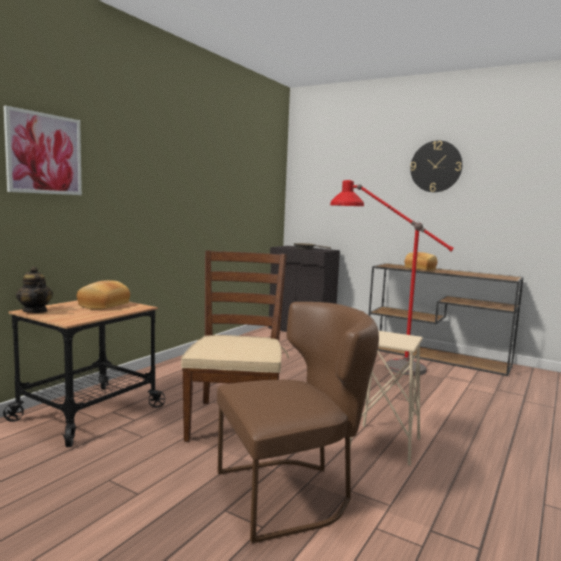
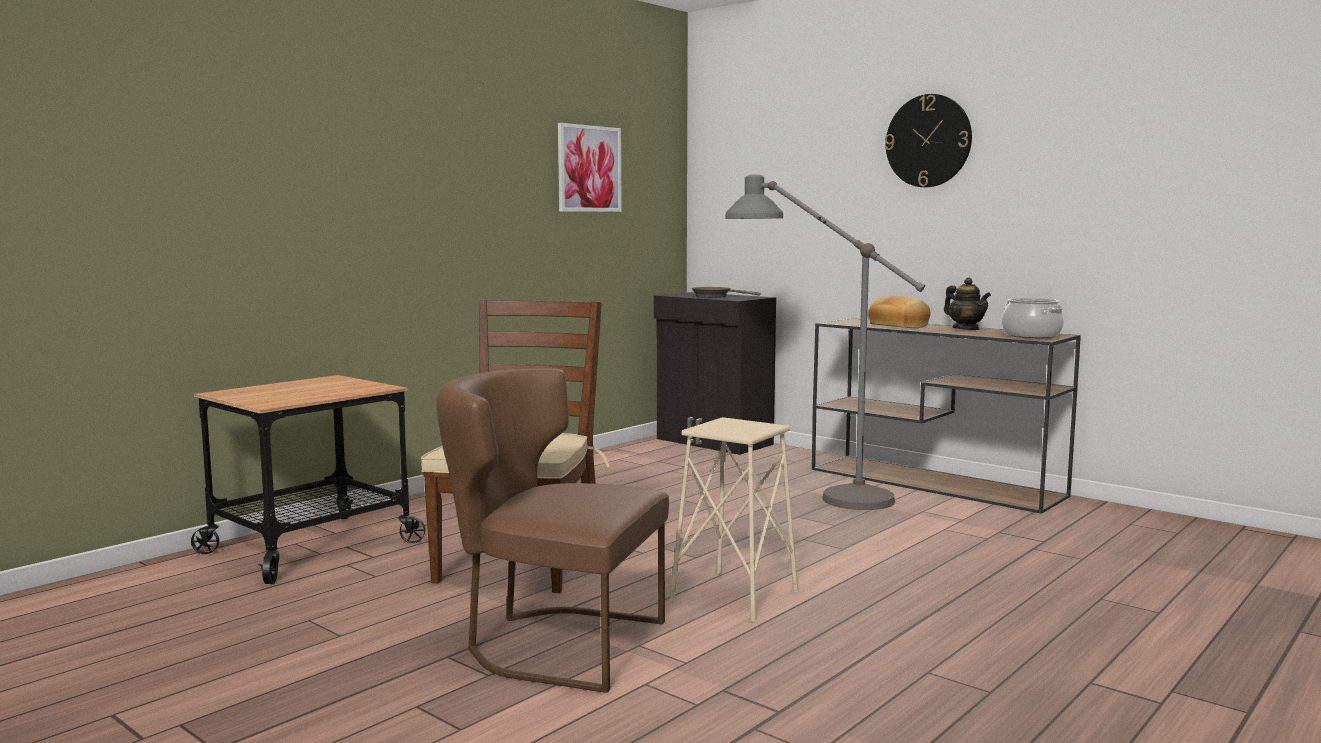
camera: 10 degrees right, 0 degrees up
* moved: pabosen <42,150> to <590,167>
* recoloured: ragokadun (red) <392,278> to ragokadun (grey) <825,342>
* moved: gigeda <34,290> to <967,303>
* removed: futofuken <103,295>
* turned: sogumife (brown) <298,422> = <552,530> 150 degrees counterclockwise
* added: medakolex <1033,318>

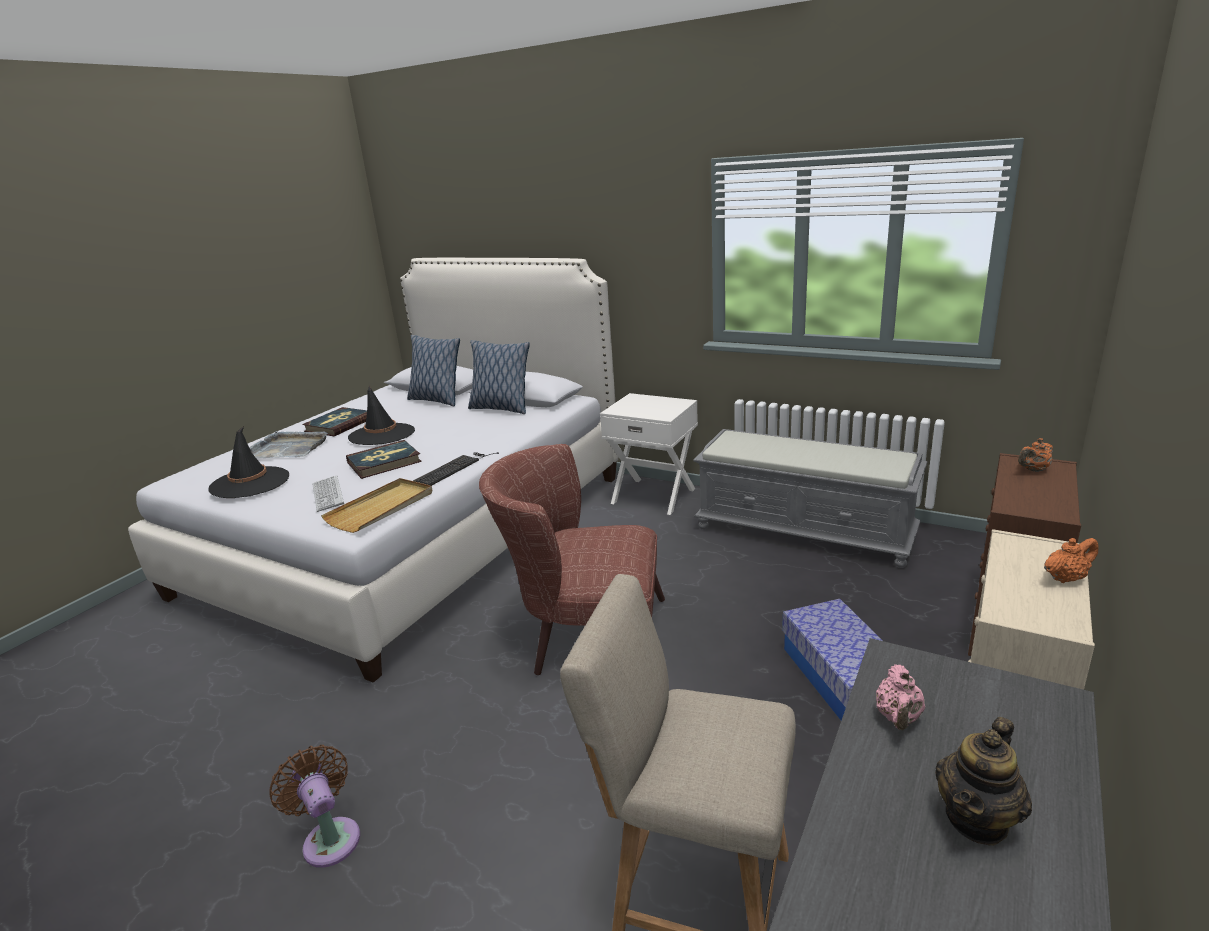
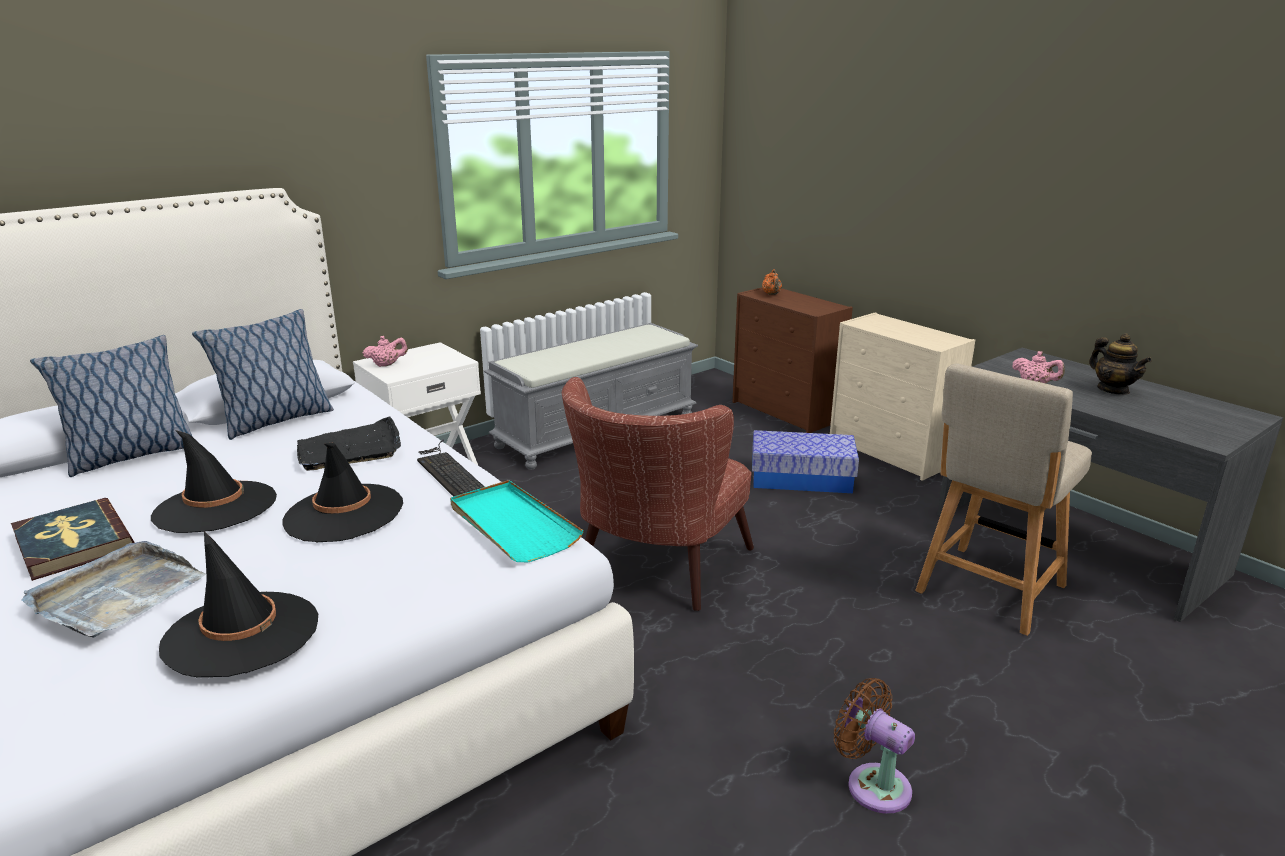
camera: 70 degrees left, 0 degrees up
* replaced: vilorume <384,459> to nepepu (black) <342,492>
* removed: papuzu <328,493>
* recoloured: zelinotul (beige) <376,505> to zelinotul (turquoise) <517,521>
* removed: gigeda (orange) <1071,560>
* turned: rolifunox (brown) <315,806> = <874,746> 60 degrees clockwise
* added: gigeda (pink) <385,351>
* added: zelinotul (black) <349,443>

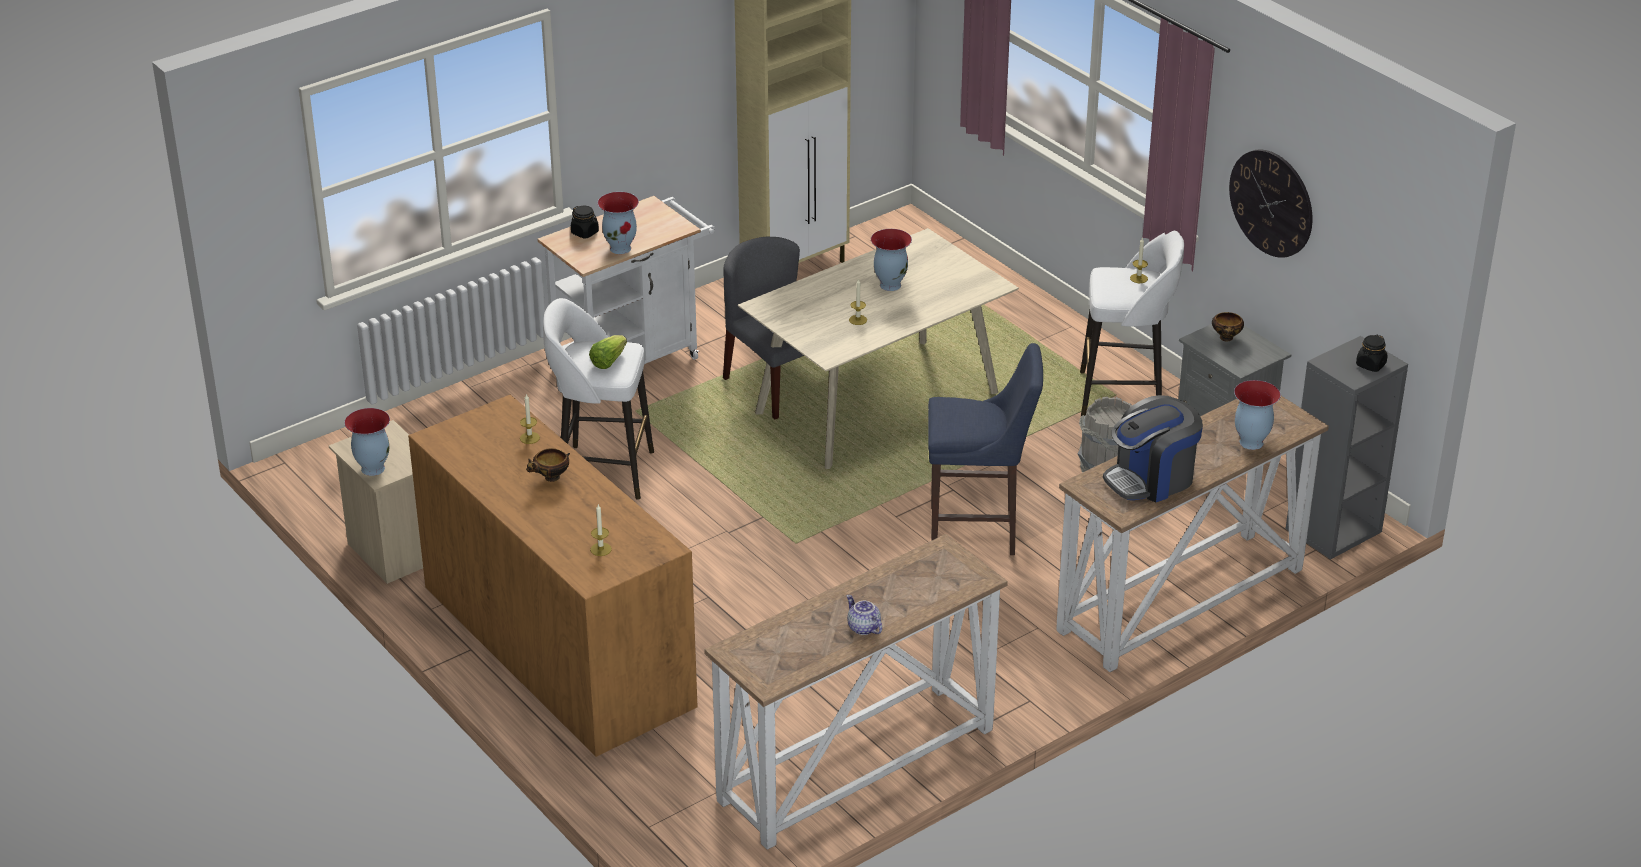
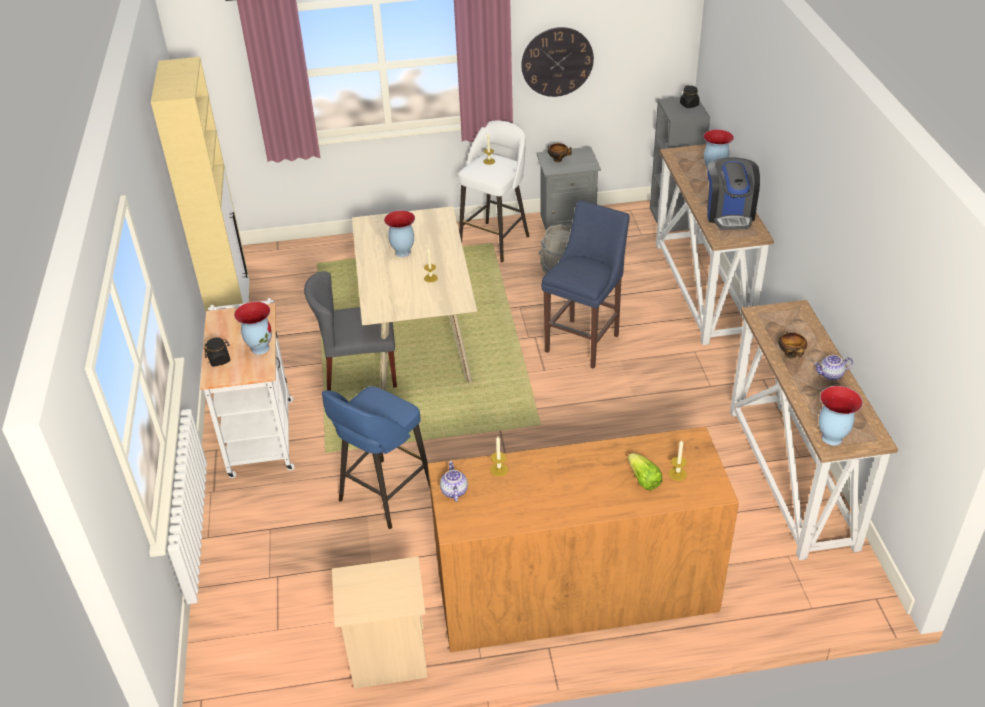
camera: 60 degrees left, 5 degrees up
* recoloured: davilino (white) <598,399> to davilino (blue) <376,457>
* moved: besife <608,352> to <644,471>
* moved: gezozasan <367,442> to <841,415>
* moved: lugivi <548,465> to <792,345>
* added: gigeda <454,481>

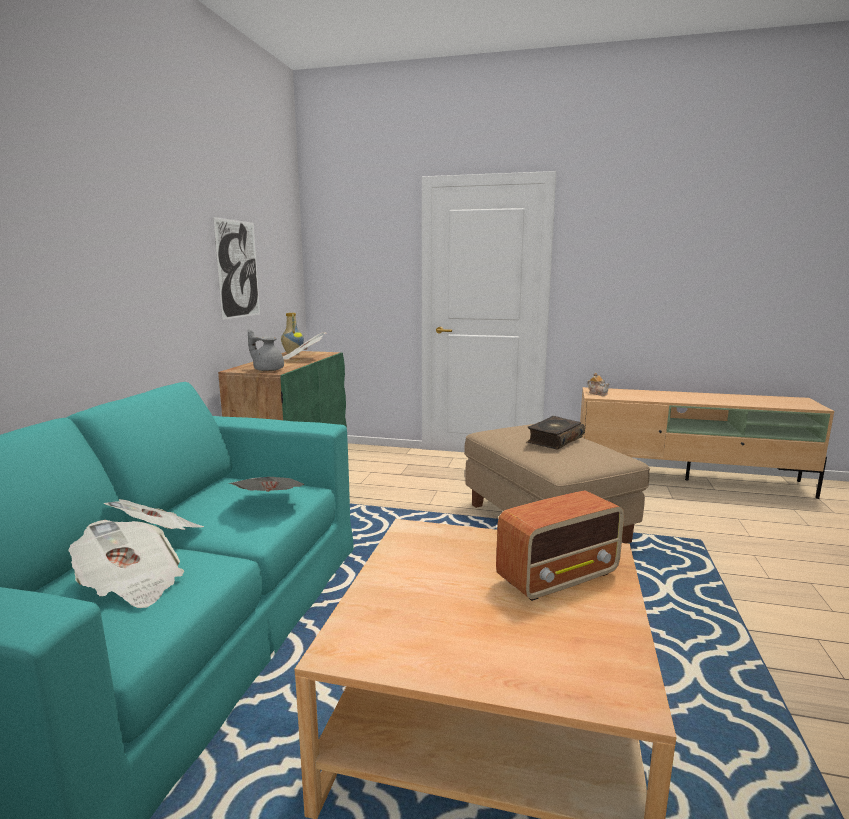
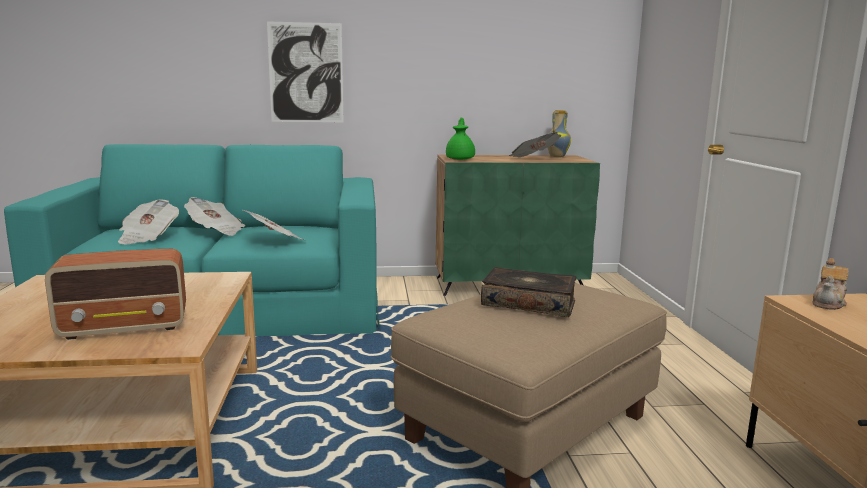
camera: 70 degrees right, 0 degrees up
* moved: pabosen <236,268> to <305,71>
* recoloured: gigeda (grey) <266,350> to gigeda (green) <460,139>
* turned: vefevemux <560,545> = <115,294> 60 degrees counterclockwise

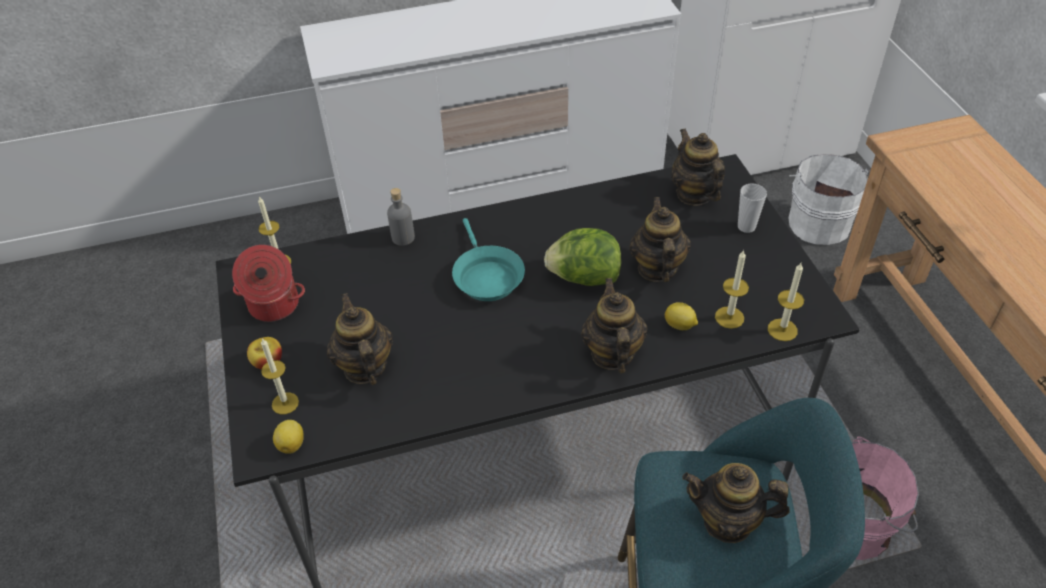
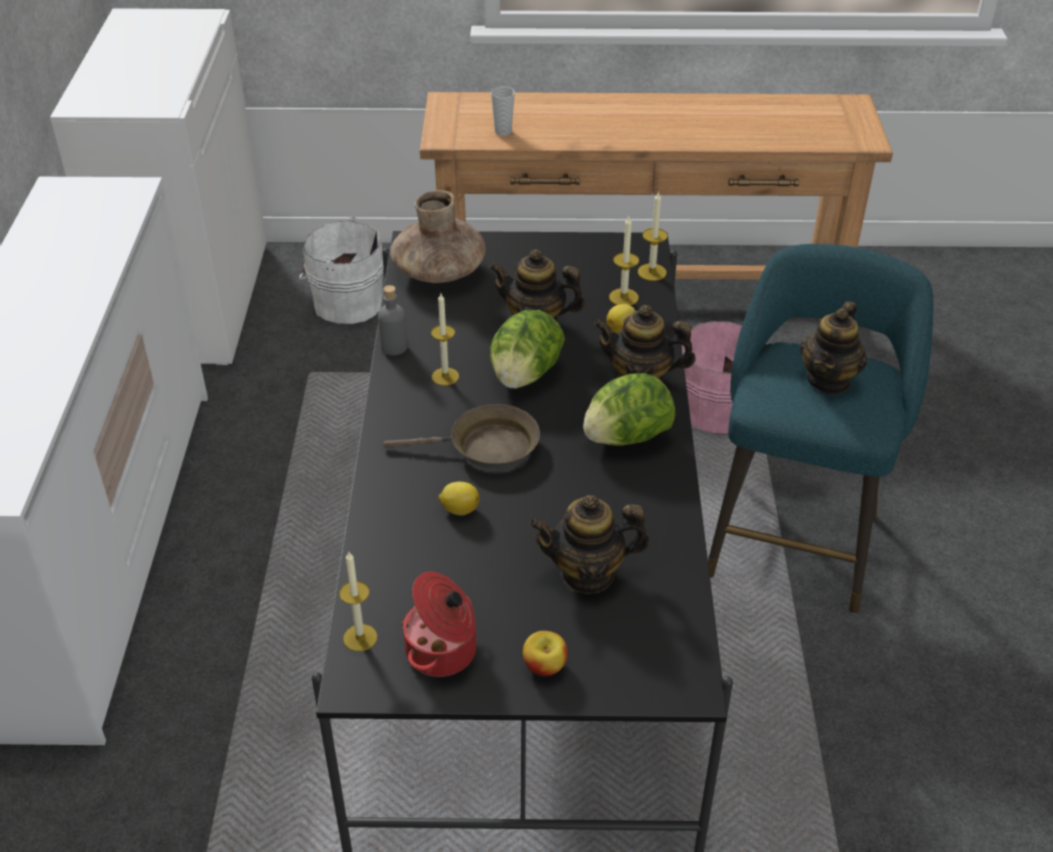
camera: 75 degrees left, 5 degrees down
* replaced: gigeda <698,167> to gezozasan (brown) <437,236>
* moved: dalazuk <752,208> to <503,111>
* moved: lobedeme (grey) <401,217> to <393,320>
* recoloured: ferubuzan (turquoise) <488,259> to ferubuzan (brown) <462,437>
* moved: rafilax <280,376> to <445,340>
* moved: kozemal <288,437> to <459,498>
* added: besife <629,409>

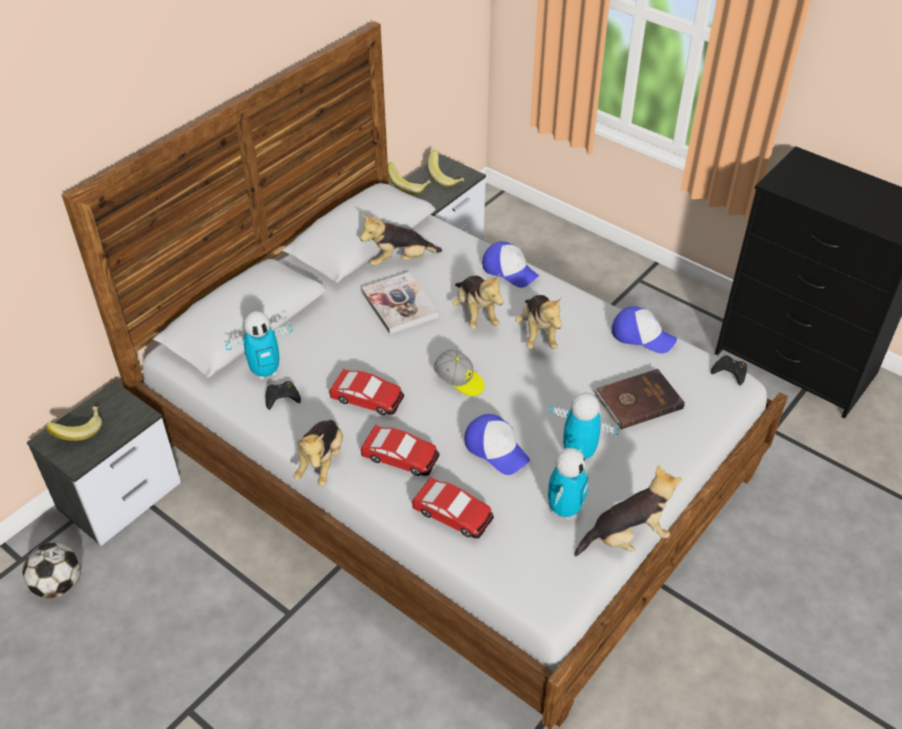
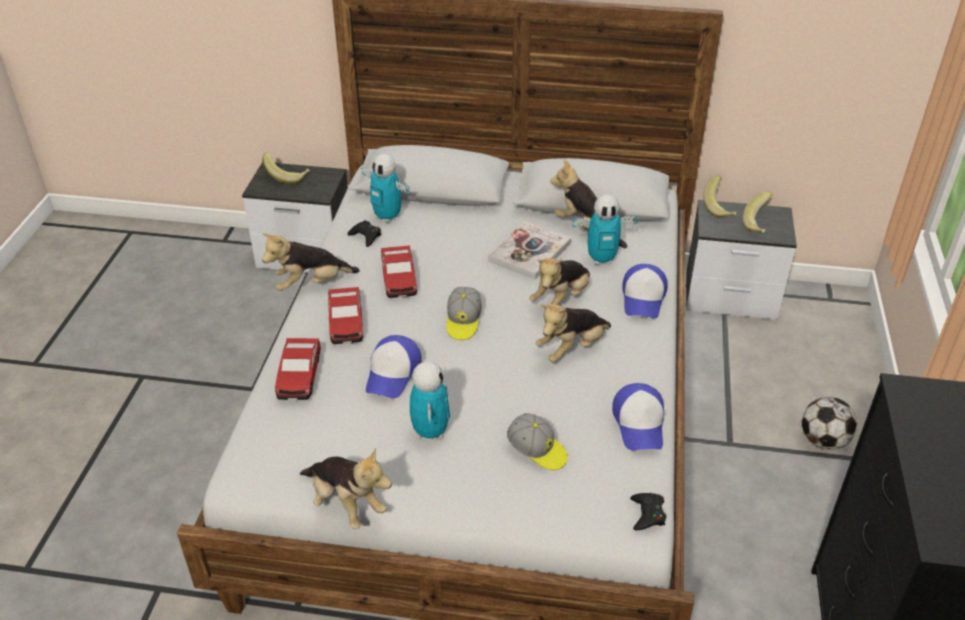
camera: 60 degrees right, 5 degrees down
* replaced: vilorume (brown) <639,399> to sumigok <537,441>
* moved: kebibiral <568,483> to <605,230>
* moved: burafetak <51,570> to <829,423>

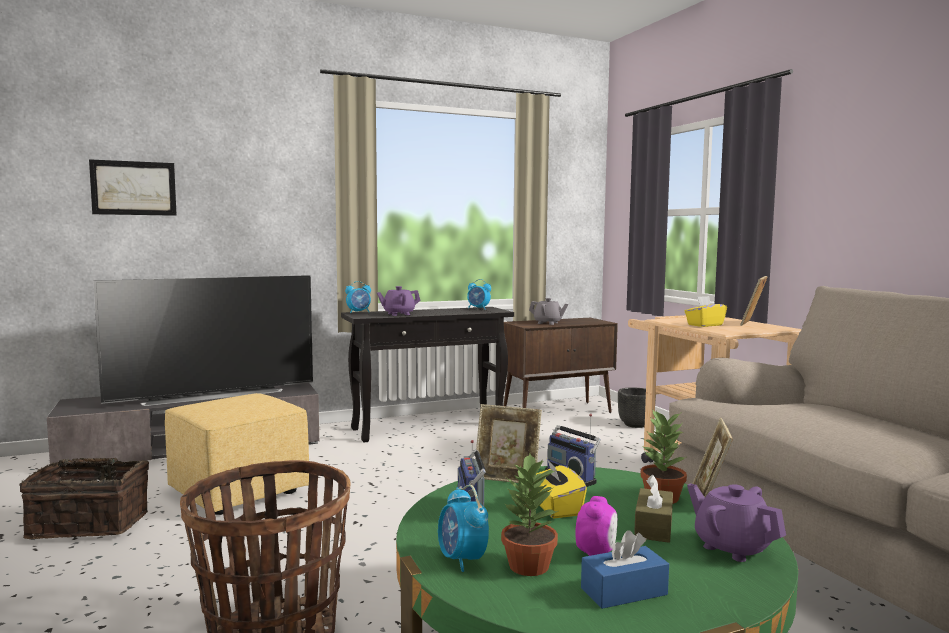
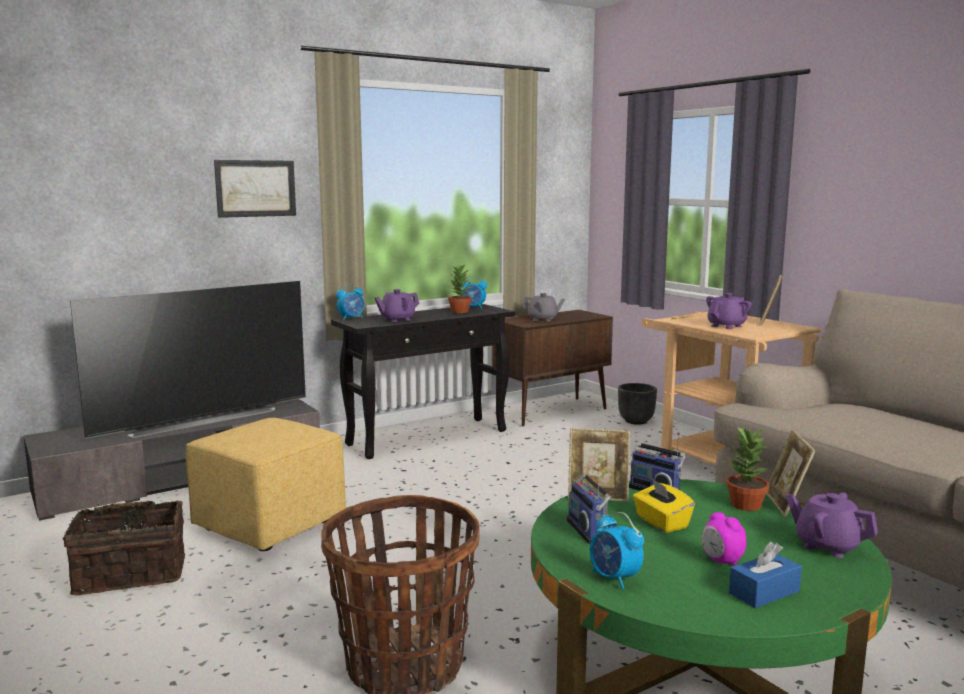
camera: 10 degrees left, 5 degrees up
* moved: pabosen <133,187> to <255,189>
* replaced: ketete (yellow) <705,311> to gigeda (purple) <729,311>
* moved: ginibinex <529,515> to <460,288>
* removed: ketete (brown) <653,509>
* turned: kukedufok <596,526> = <724,539> 135 degrees clockwise

